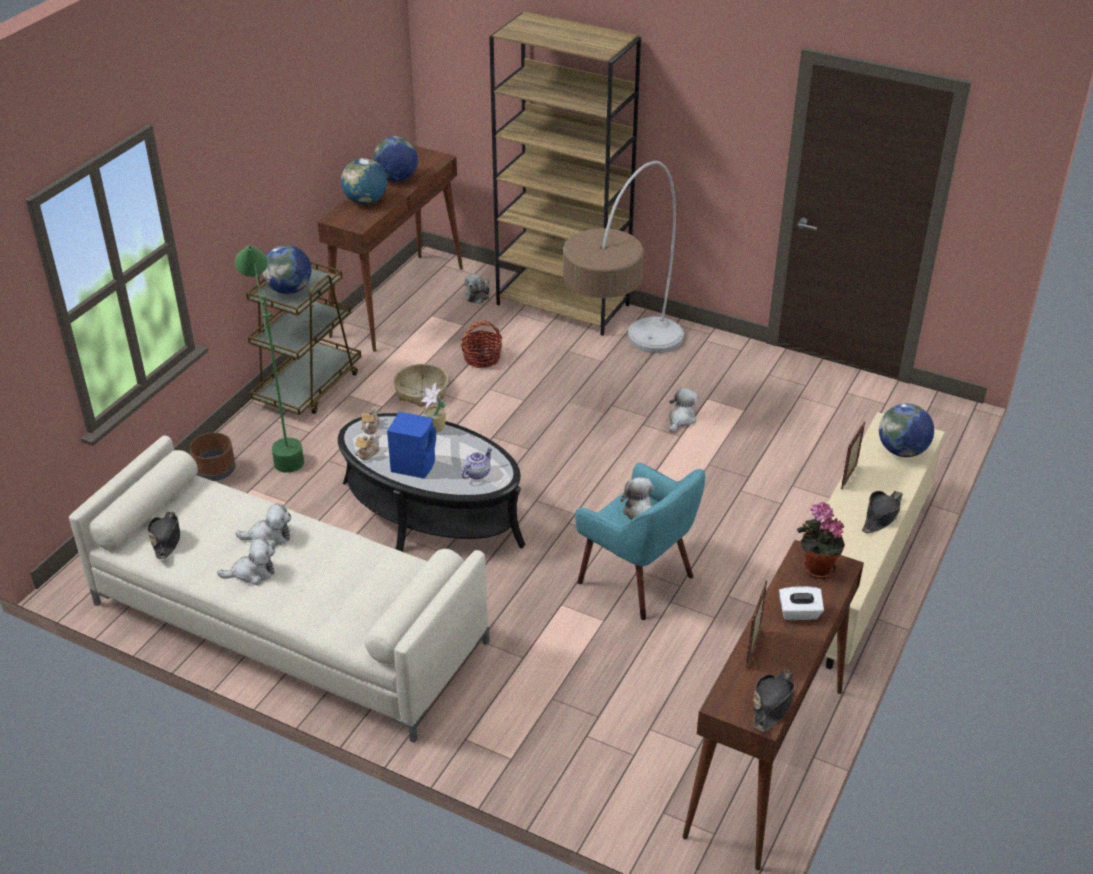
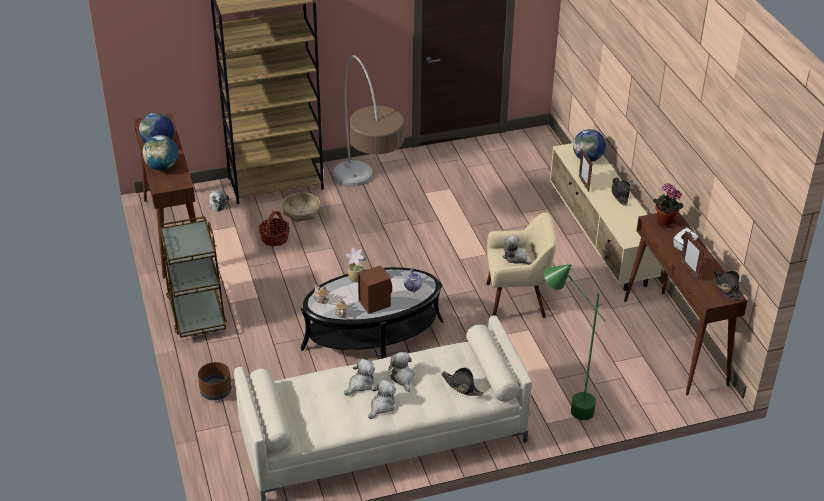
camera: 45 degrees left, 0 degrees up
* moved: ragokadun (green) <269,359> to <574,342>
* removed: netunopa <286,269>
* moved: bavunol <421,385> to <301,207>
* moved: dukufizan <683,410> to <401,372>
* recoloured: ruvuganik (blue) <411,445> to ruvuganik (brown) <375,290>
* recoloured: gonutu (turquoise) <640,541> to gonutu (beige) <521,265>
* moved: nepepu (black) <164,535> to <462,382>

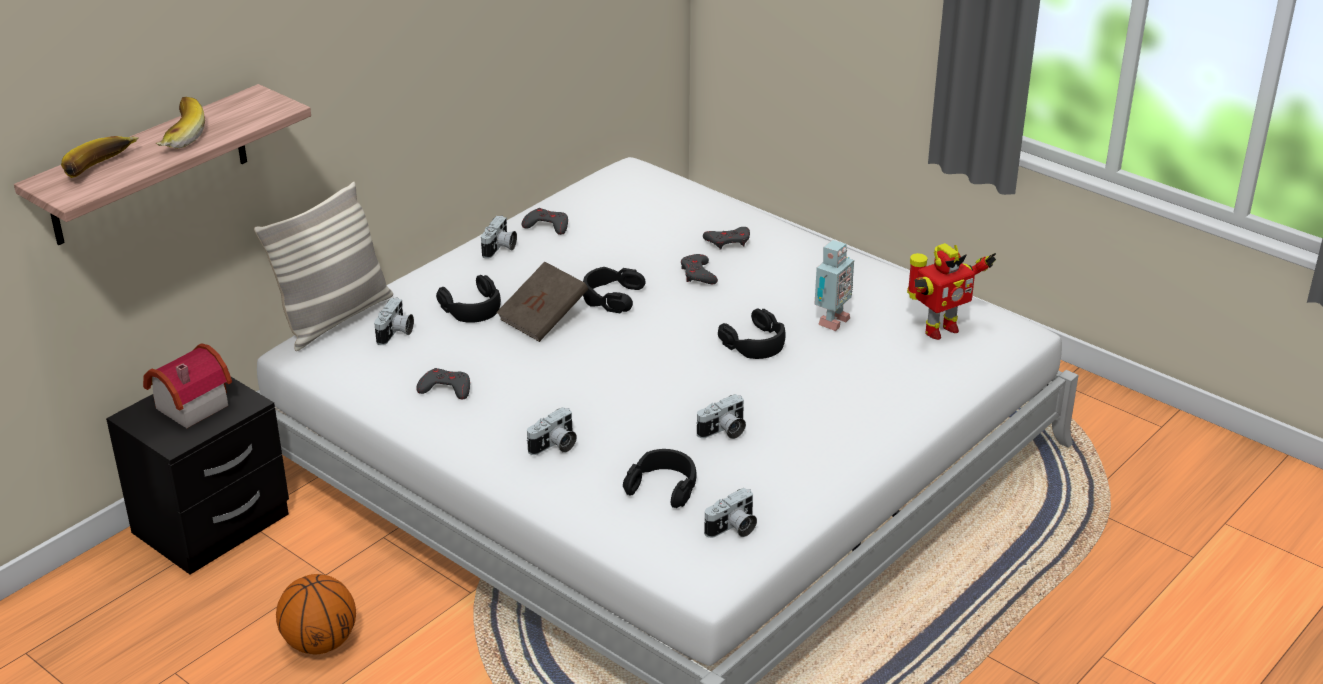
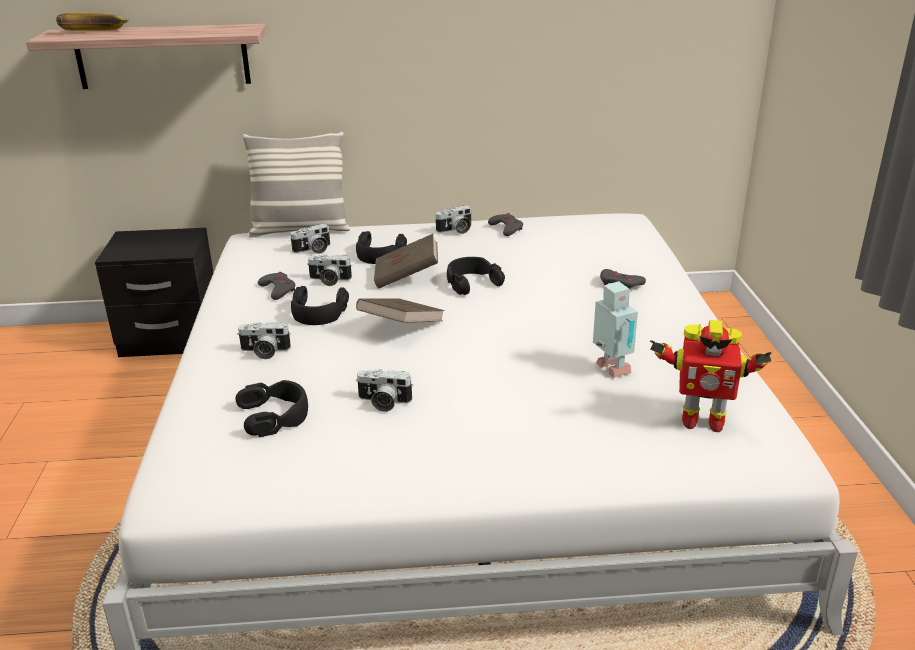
camera: 45 degrees right, 5 degrees down
* removed: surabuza <180,123>
* turned: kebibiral <834,285> = <615,329> 105 degrees counterclockwise
* removed: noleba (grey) <699,269>
* moved: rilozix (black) <752,334> to <320,305>
* removed: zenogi <187,385>
* moved: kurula <730,513> to <329,270>
* removed: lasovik <316,614>
* added: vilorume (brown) <400,310>

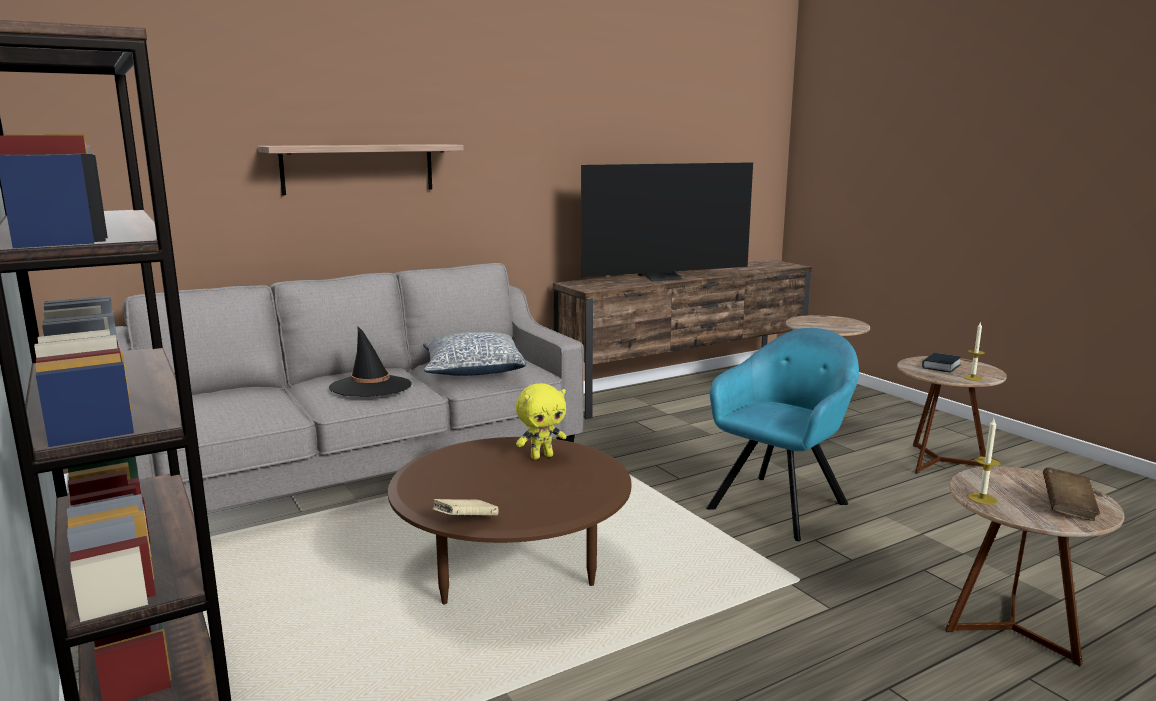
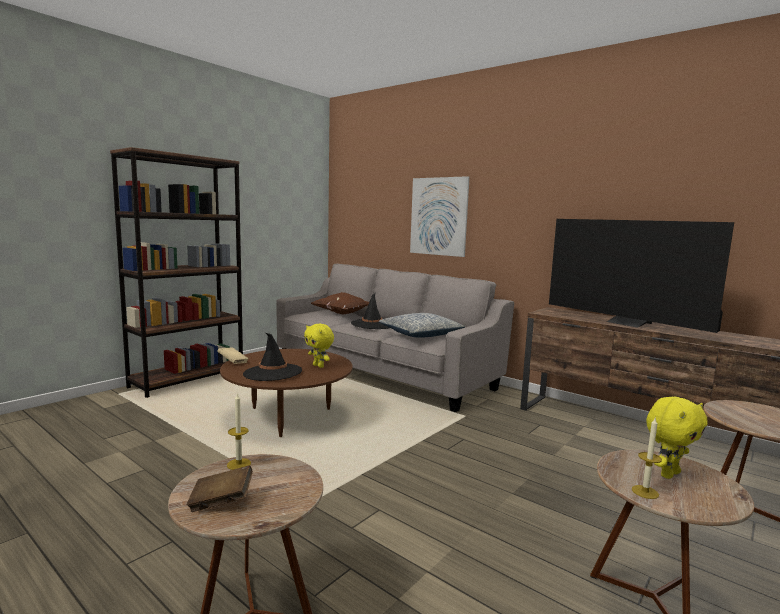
camera: 70 degrees right, 5 degrees down
* replaced: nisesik <361,169> to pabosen <440,216>
* removed: gonutu (turquoise) <782,434>
* replaced: vilorume <941,362> to dukufizan (yellow) <677,438>
* added: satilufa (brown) <340,303>
* added: nepepu (black) <272,357>

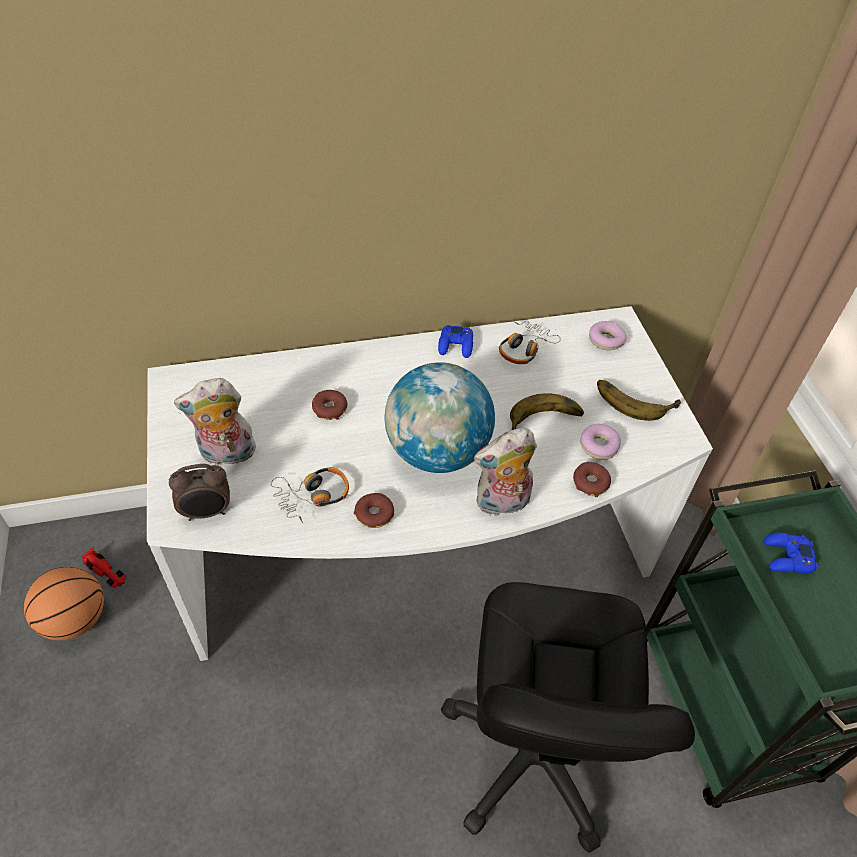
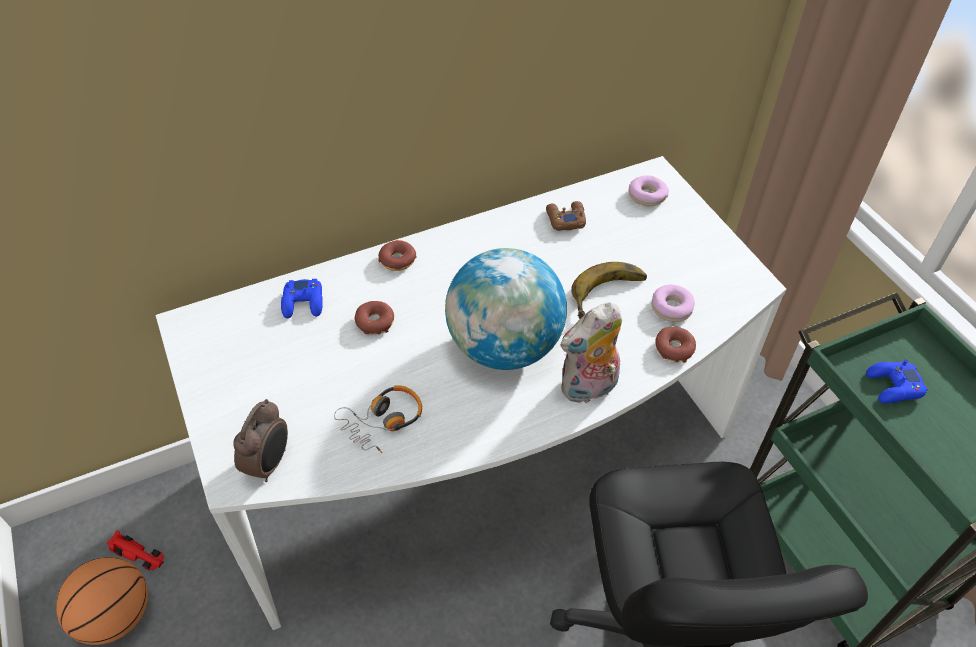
camera: 10 degrees left, 0 degrees up
* replaced: rilozix <530,342> to noleba (brown) <566,216>
* moved: noleba (blue) <455,341> to <302,298>
* removed: dukufizan <215,421>
* removed: surabuza <639,400>
* turned: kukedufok <199,492> = <260,440> 45 degrees counterclockwise
* moved: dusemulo <374,510> to <397,255>

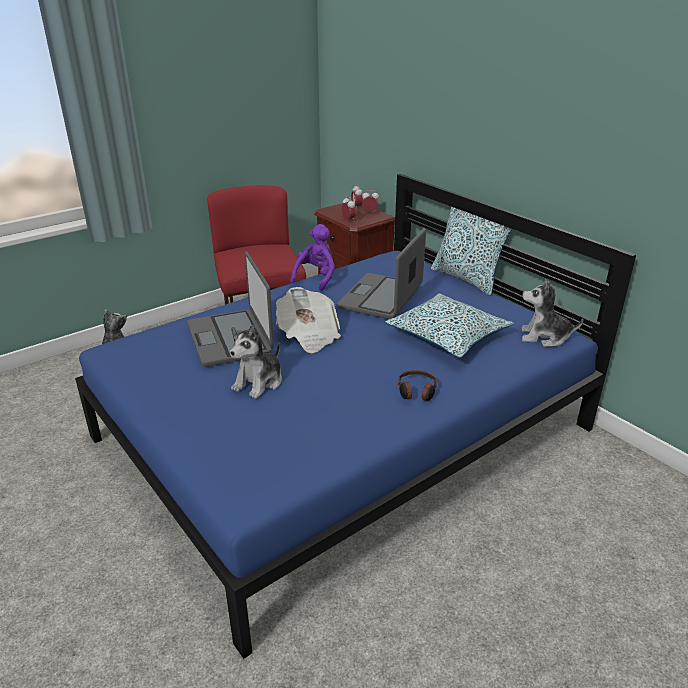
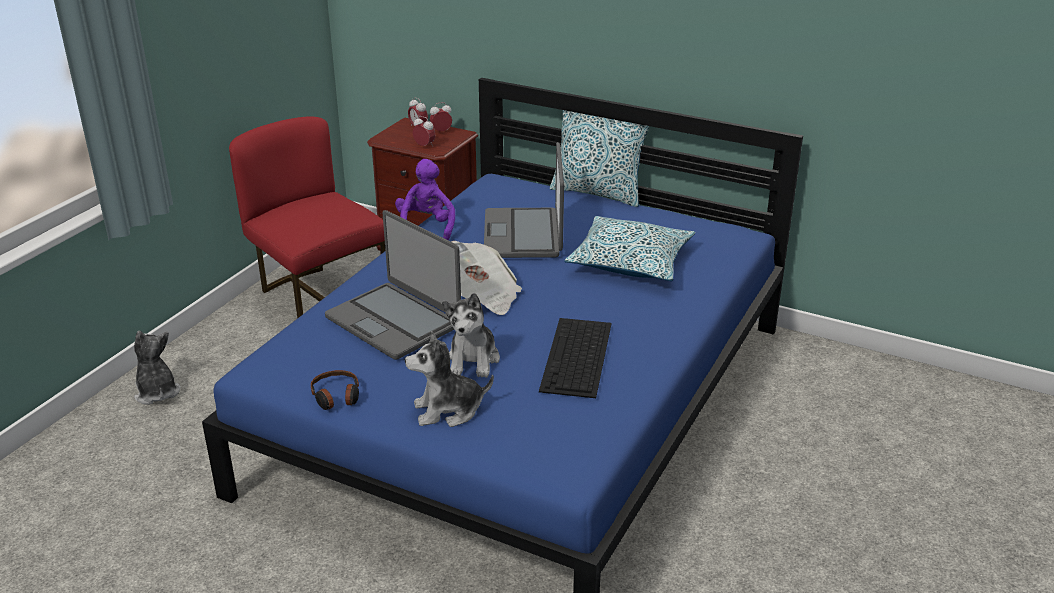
camera: 25 degrees left, 0 degrees up
* moved: dukufizan <553,313> to <449,379>
* moved: rilozix <417,385> to <335,390>
* added: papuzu <575,358>

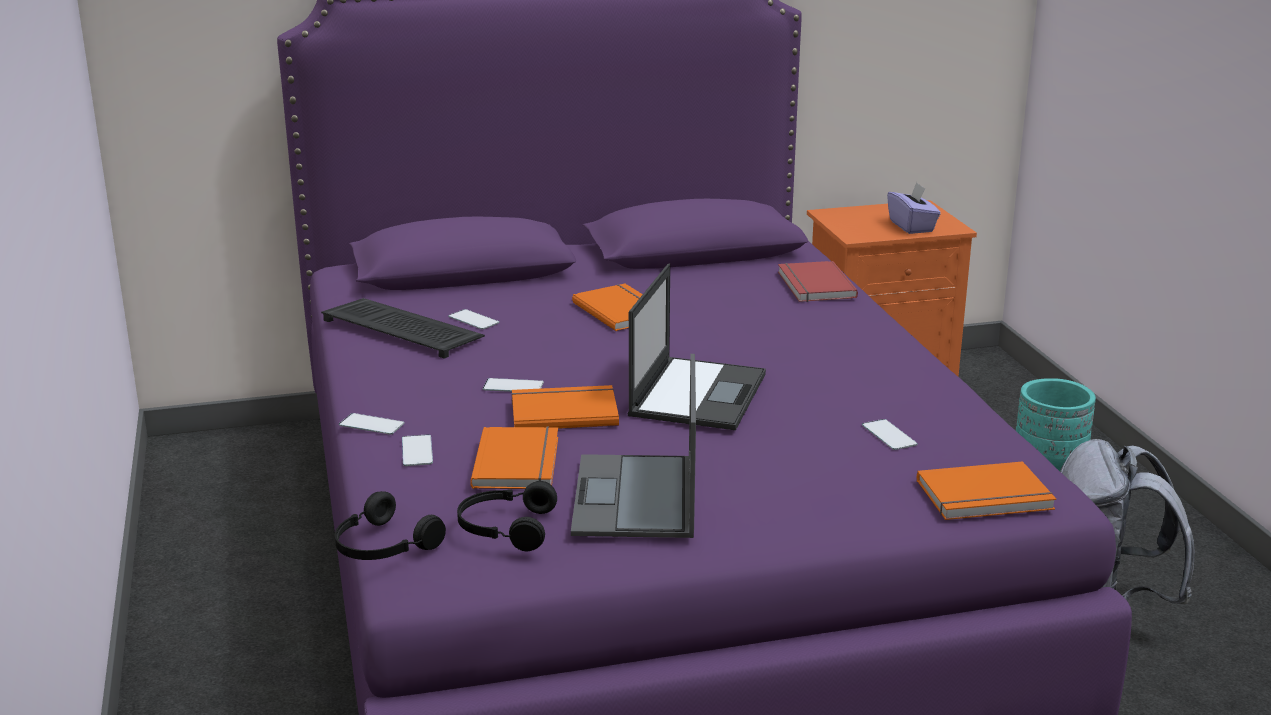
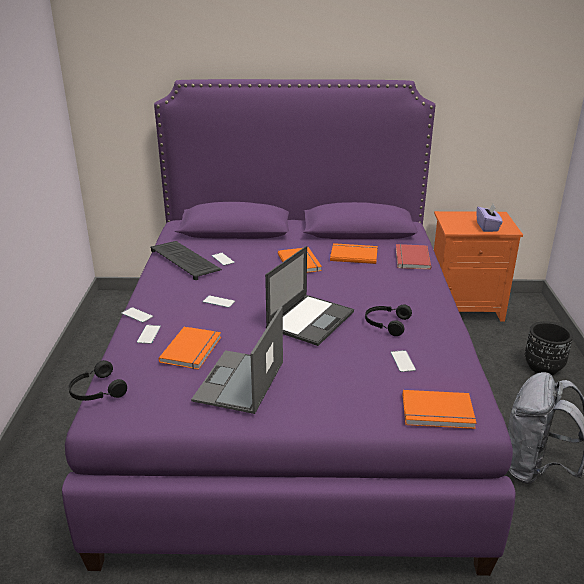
camera: 15 degrees right, 5 degrees up
* recoloured: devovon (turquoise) <1056,424> to devovon (black) <549,348>
* moved: vilorume (orange) <565,407> to <354,253>
* moved: rilozix (black) <507,516> to <388,320>

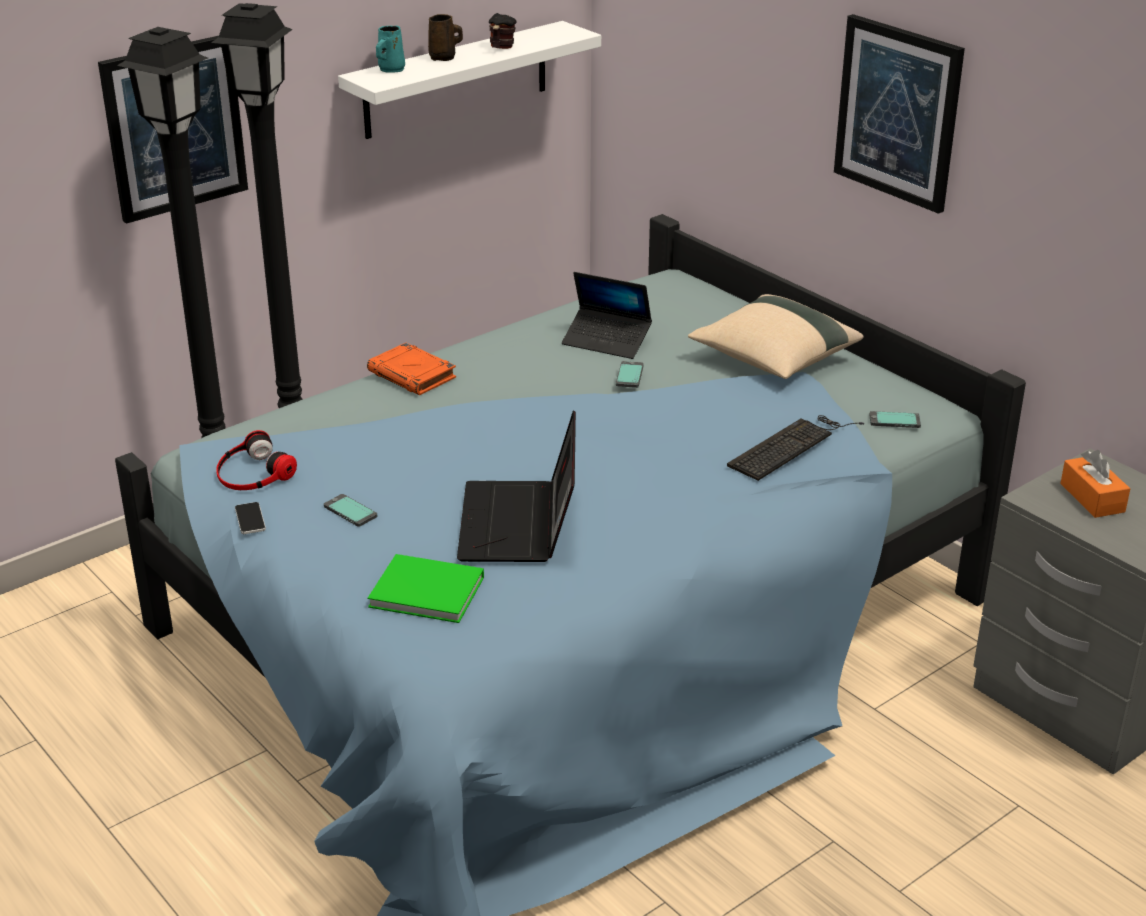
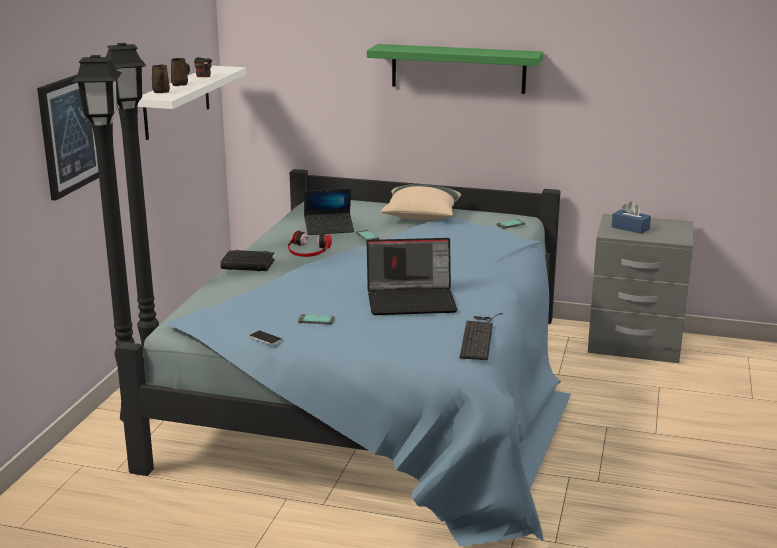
camera: 35 degrees left, 10 degrees down
* replaced: pabosen <899,114> to nisesik (green) <455,69>
* recoloured: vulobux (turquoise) <390,49> to vulobux (brown) <161,79>
* recoloured: vilorume (orange) <411,369> to vilorume (black) <247,260>
* turned: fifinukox <516,486> = <412,276> 60 degrees counterclockwise
* moved: papuzu <795,448> to <481,336>
* moved: rilozix <256,460> to <310,244>
* recoloured: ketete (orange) <1095,484> to ketete (blue) <631,217>
* removed: vilorume (green) <426,588>

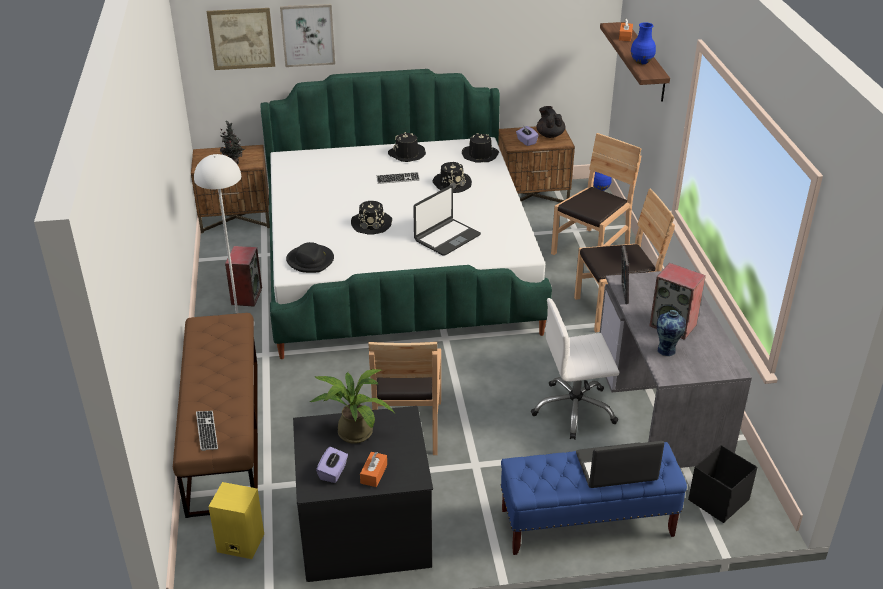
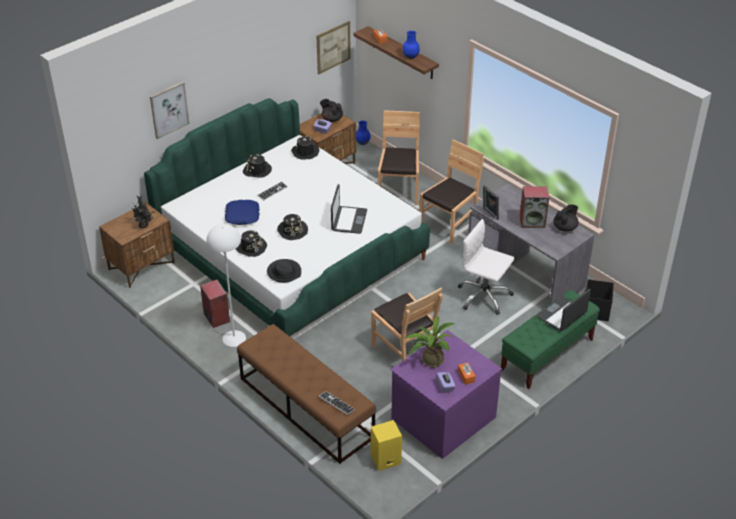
camera: 35 degrees left, 5 degrees up
* moved: pabosen <241,39> to <334,47>
* moved: nepepu (black) <452,177> to <251,243>
* turned: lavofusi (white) <575,369> = <486,267> 75 degrees clockwise
* removed: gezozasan <671,333>
* recoloured: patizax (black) <363,494> to patizax (purple) <446,394>
* recoloured: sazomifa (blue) <594,498> to sazomifa (green) <550,339>
* added: satilufa (blue) <242,212>
* added: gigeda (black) <566,218>

